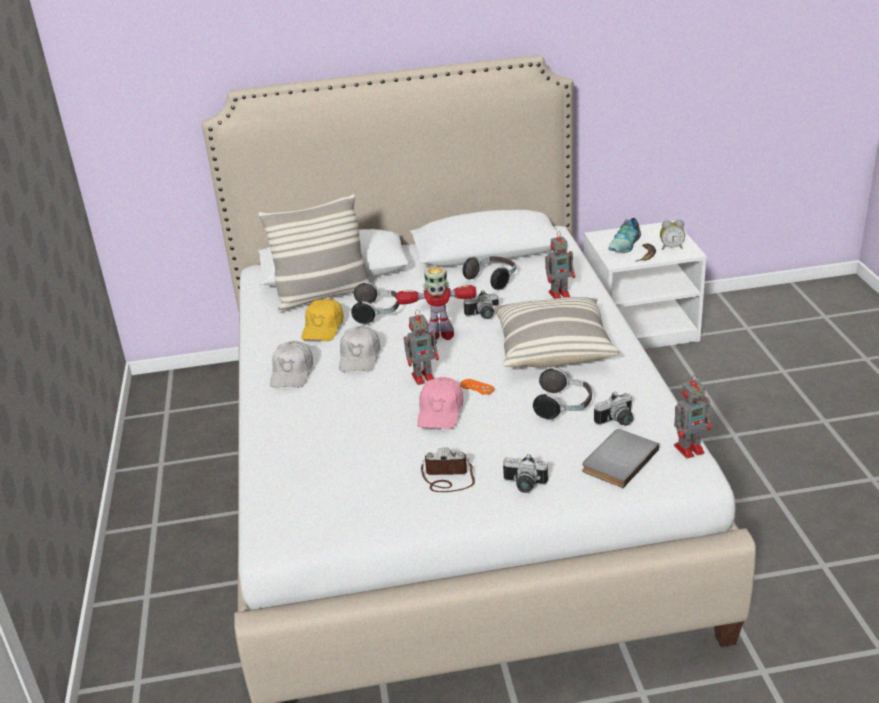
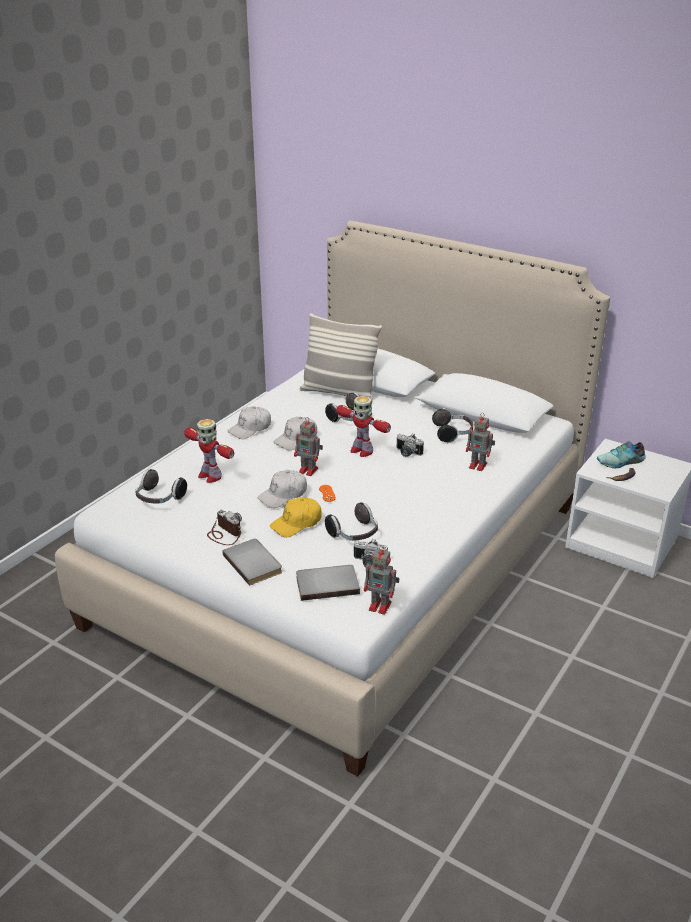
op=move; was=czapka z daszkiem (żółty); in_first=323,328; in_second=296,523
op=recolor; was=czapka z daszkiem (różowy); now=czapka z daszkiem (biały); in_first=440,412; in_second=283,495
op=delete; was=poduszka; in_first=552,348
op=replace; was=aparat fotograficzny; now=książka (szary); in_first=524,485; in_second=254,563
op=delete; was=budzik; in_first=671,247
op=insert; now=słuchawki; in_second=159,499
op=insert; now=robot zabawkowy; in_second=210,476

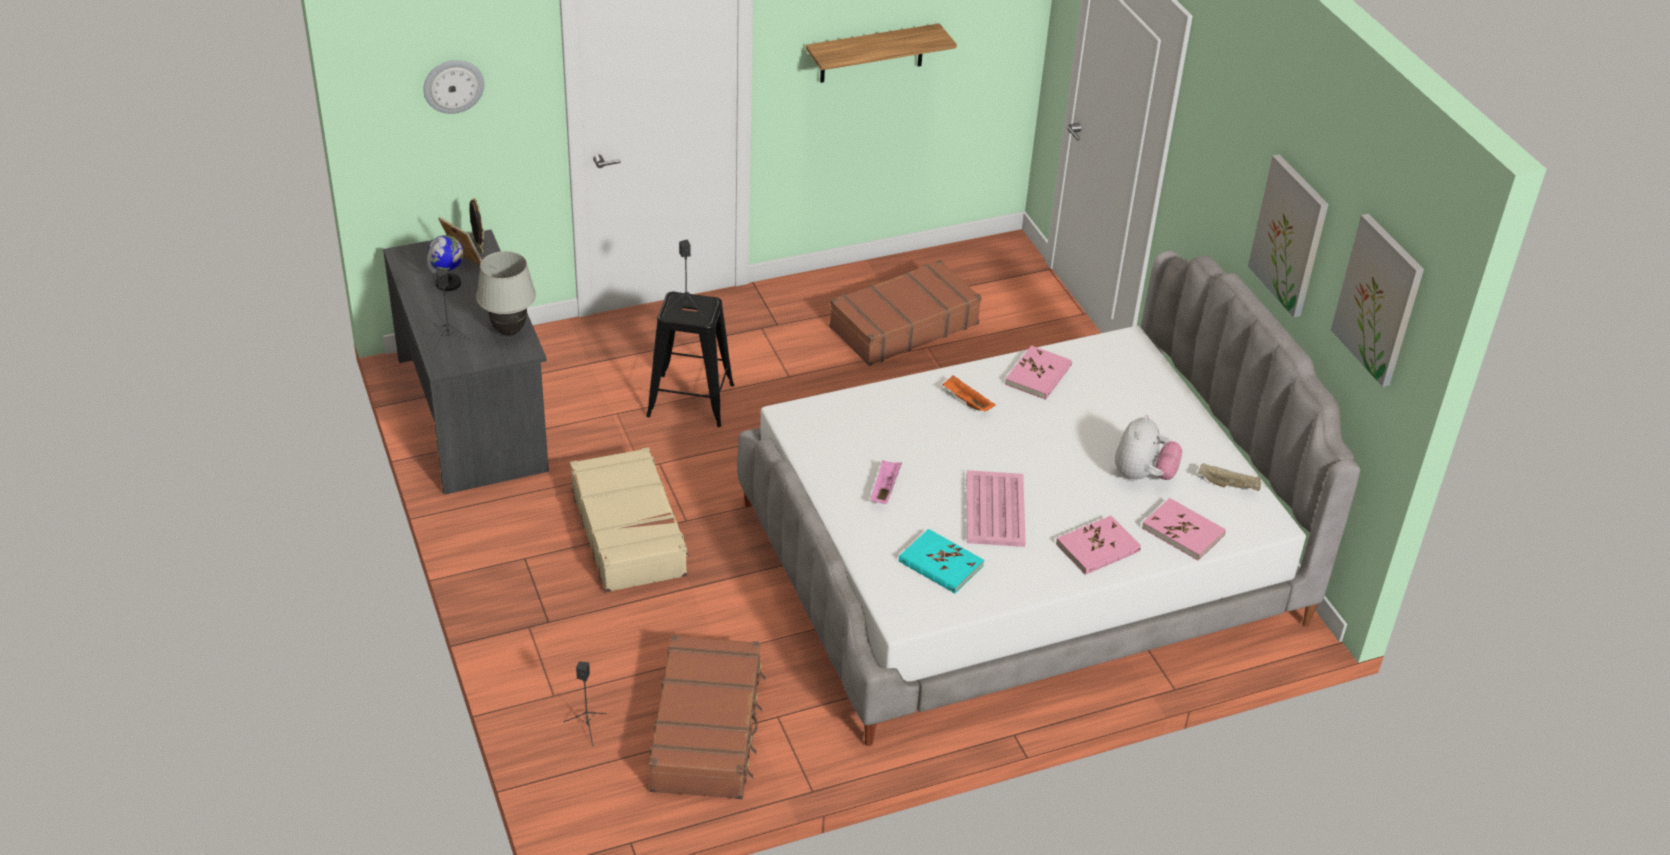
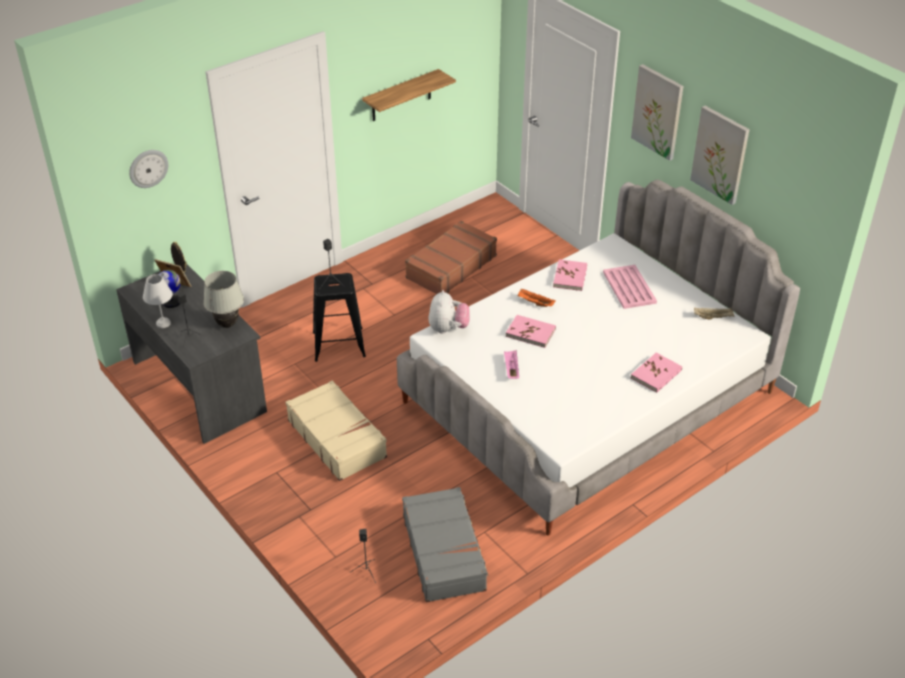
op=recolor; was=walizka (brązowy); now=walizka (szary); in_first=708,729; in_second=444,552
op=delete; was=książka (turkusowy); in_first=940,564
op=move; was=taca (różowy); in_first=994,510; in_second=629,288
op=move; was=pluszak; in_first=1143,475; in_second=448,328
op=move; was=książka (różowy); in_first=1183,531; in_second=530,333
op=move; was=obraz; in_first=1379,299; in_second=658,112
op=insert; now=lampa stołowa (biały); in_second=163,323

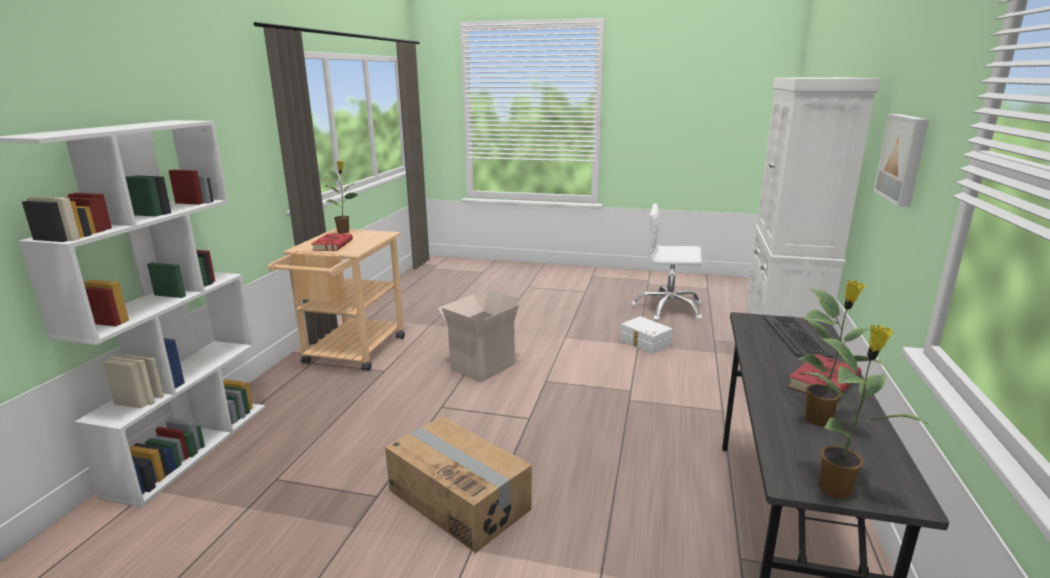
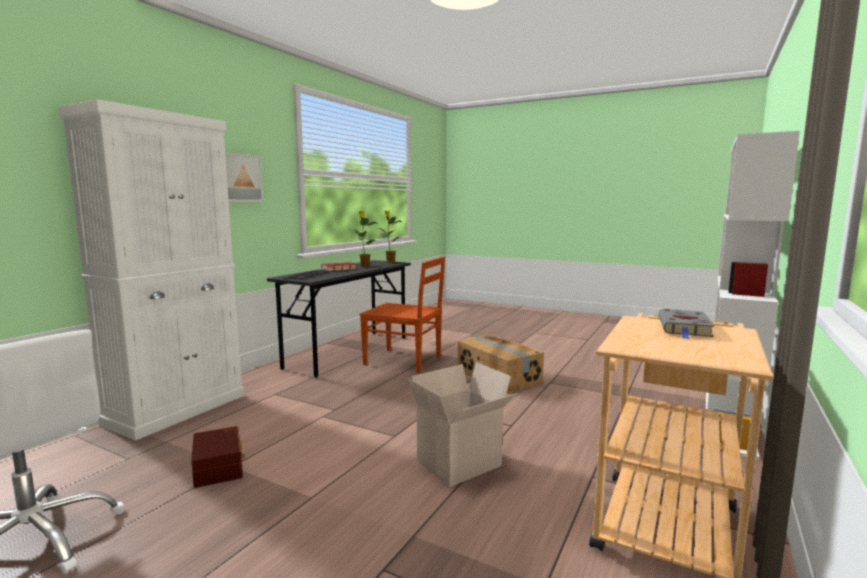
op=recolor; was=książka (czerwony); now=książka (szary); in_first=333,245; in_second=684,328
op=delete; was=roślina doniczkowa; in_first=344,232
op=recolor; was=pojemnik do przechowywania (biały); now=pojemnik do przechowywania (brązowy); in_first=644,343; in_second=220,467
op=insert; now=krzesło (brązowy); in_second=404,361

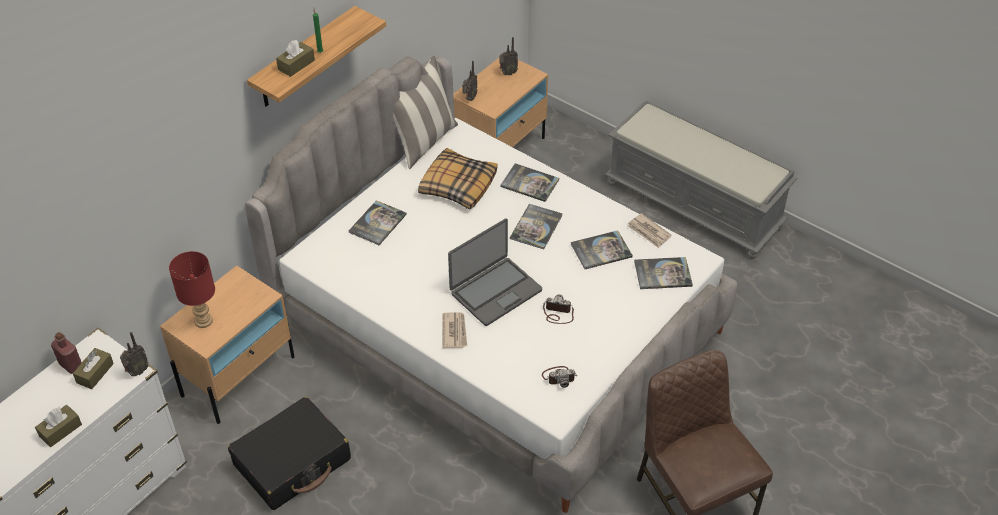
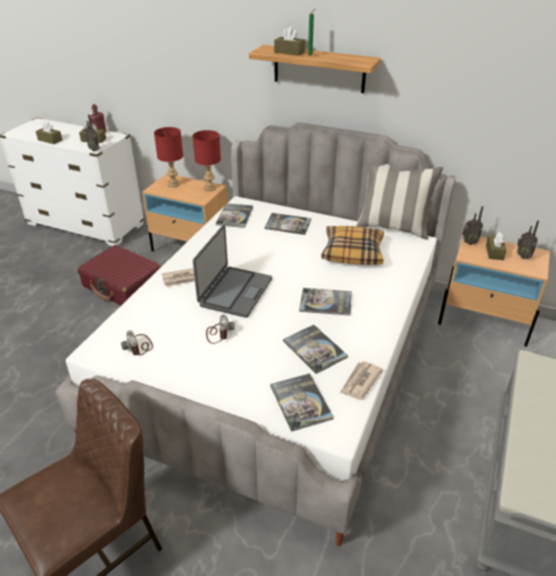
op=recolor; was=walizka (czarny); now=walizka (czerwony); in_first=292,462; in_second=123,285
op=rotate; was=laptop; in_first=495,291; in_second=235,292; clockwise=-105
op=move; was=książka; in_first=529,183; in_second=235,216
op=insert; now=lampa stołowa (czerwony); in_second=210,188
op=insert; now=pudełko chusteczek (brązowy); in_second=494,252

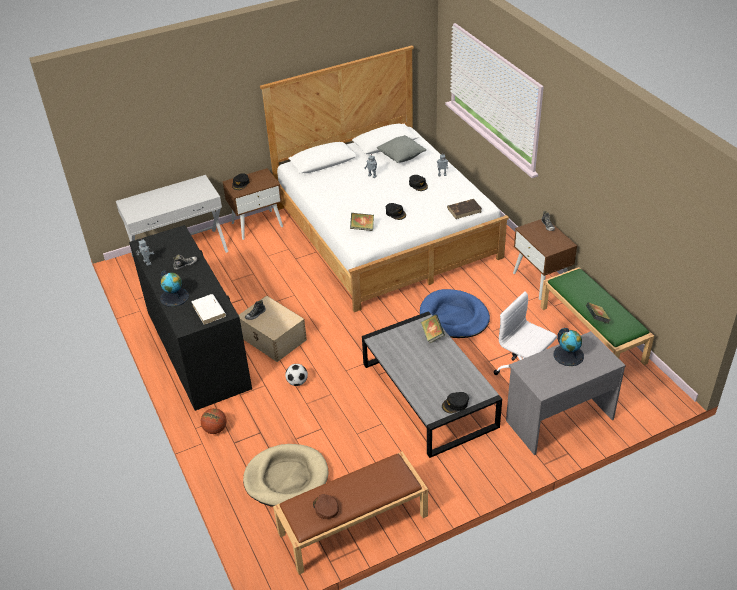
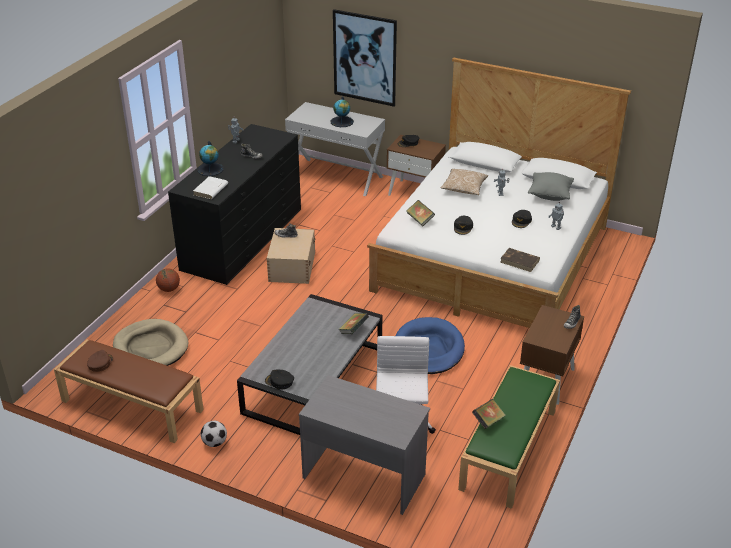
op=move; was=piłka futbolowa; in_first=297,382; in_second=214,443
op=move; was=globus; in_first=568,355; in_second=342,122
op=insert; now=obraz; in_second=364,58
op=insert; now=poduszka; in_second=464,188

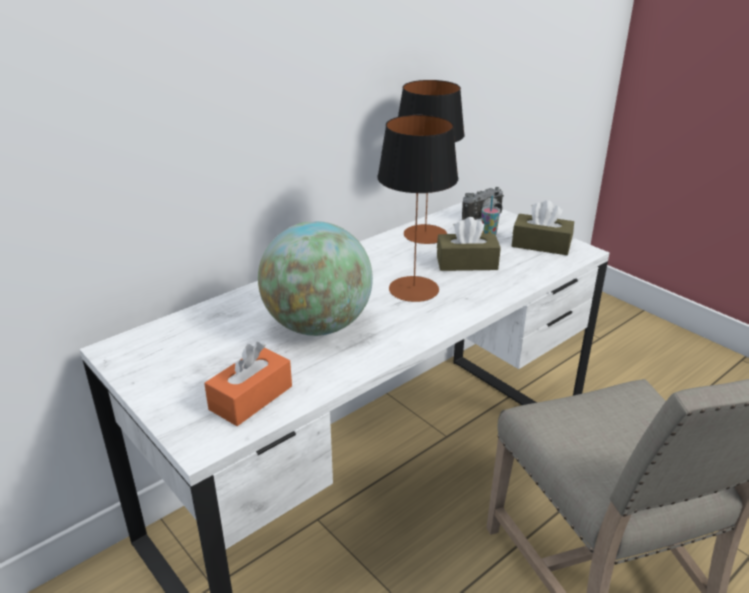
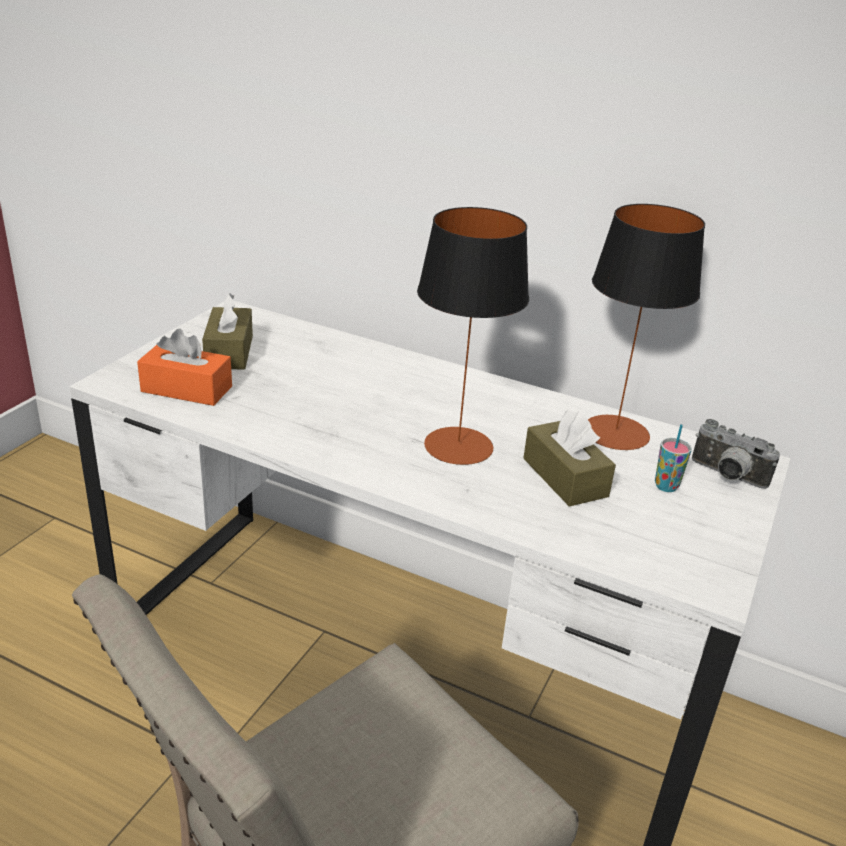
op=delete; was=globus; in_first=317,326
op=move; was=pudełko chusteczek (brązowy); in_first=541,245; in_second=229,352

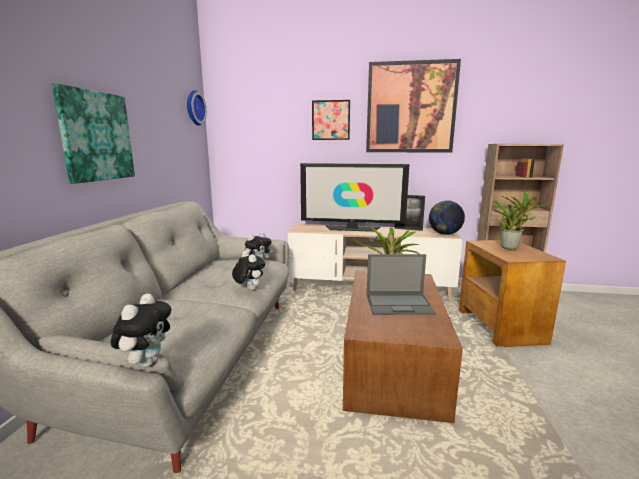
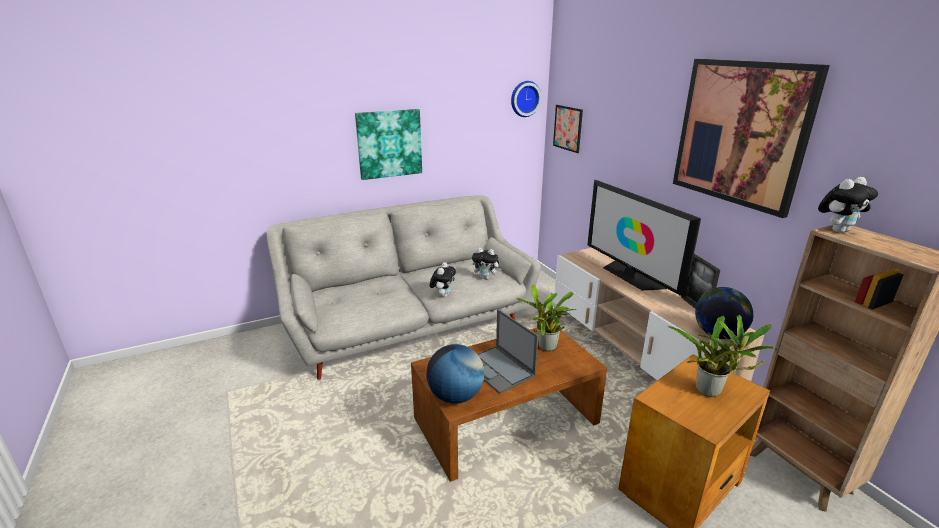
op=move; was=pluszak; in_first=147,362; in_second=837,230
op=move; was=obraz; in_first=331,120; in_second=568,128
op=insert; now=globus; in_second=455,396

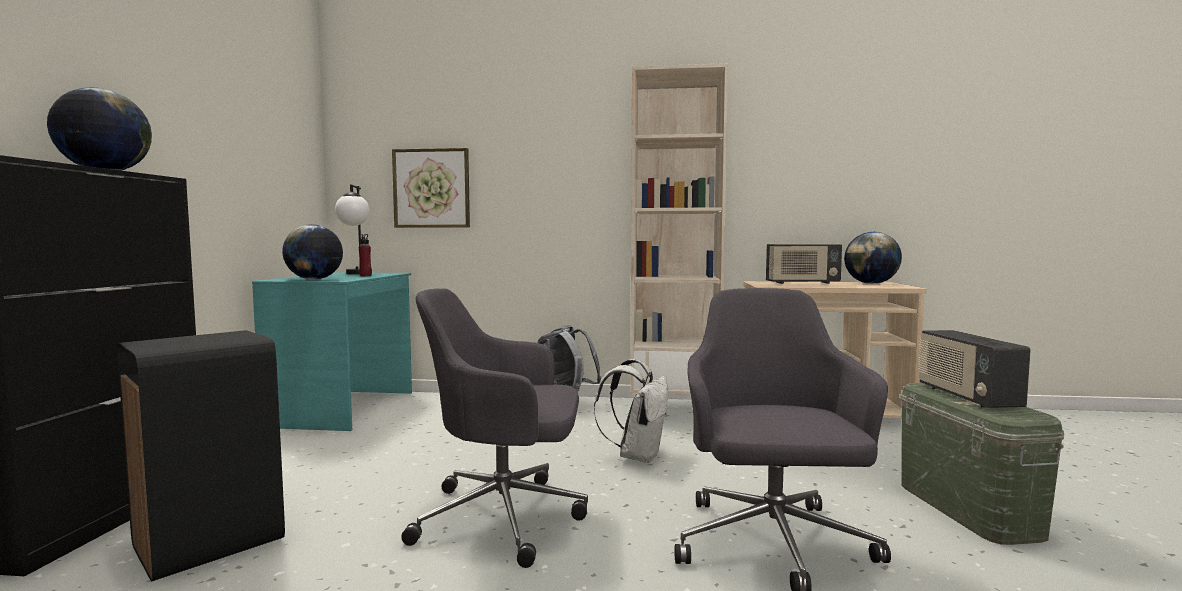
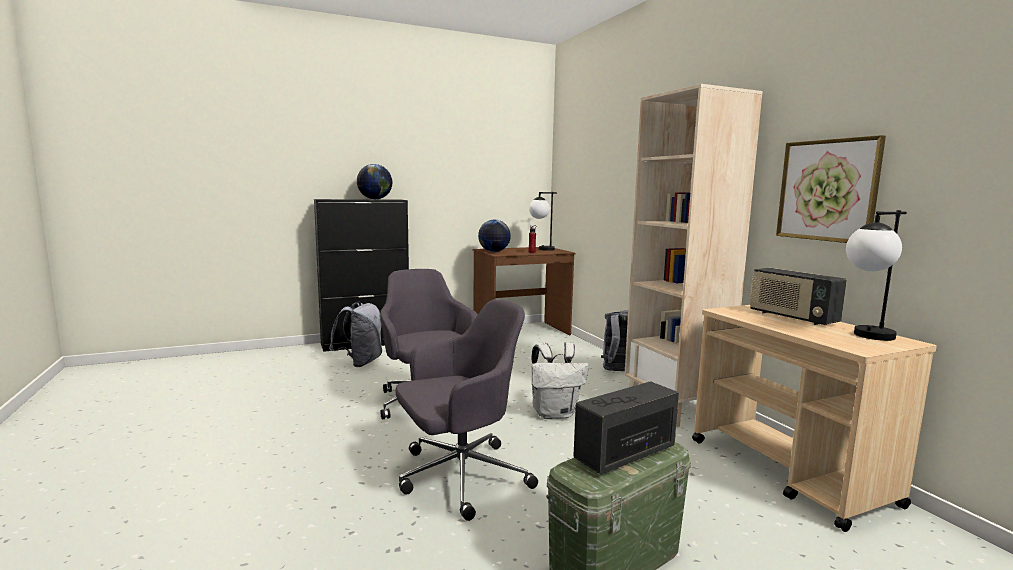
op=replace; was=kosz na śmieci (czarny); now=plecak (szary); in_first=207,542; in_second=360,362
op=recolor; was=biurko (turkusowy); now=biurko (brązowy); in_first=345,408; in_second=521,332
op=move; was=obraz; in_first=431,188; in_second=827,190
op=replace; was=globus; now=lampa stołowa; in_first=871,283; in_second=866,337

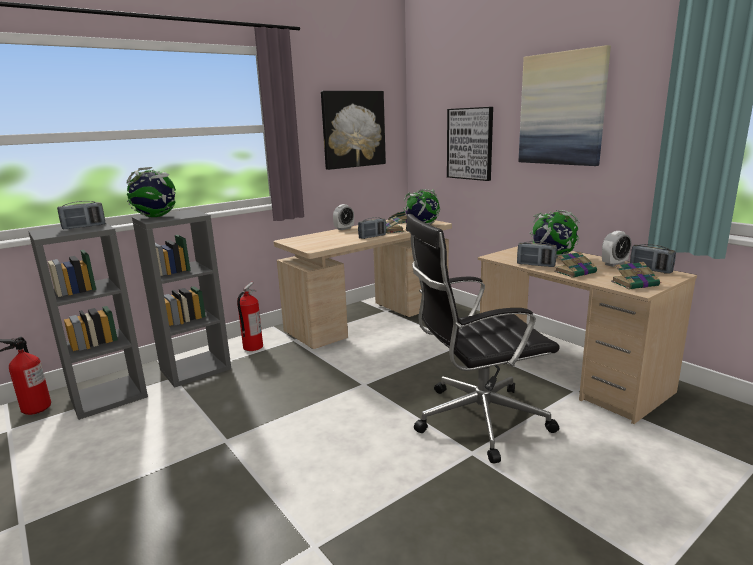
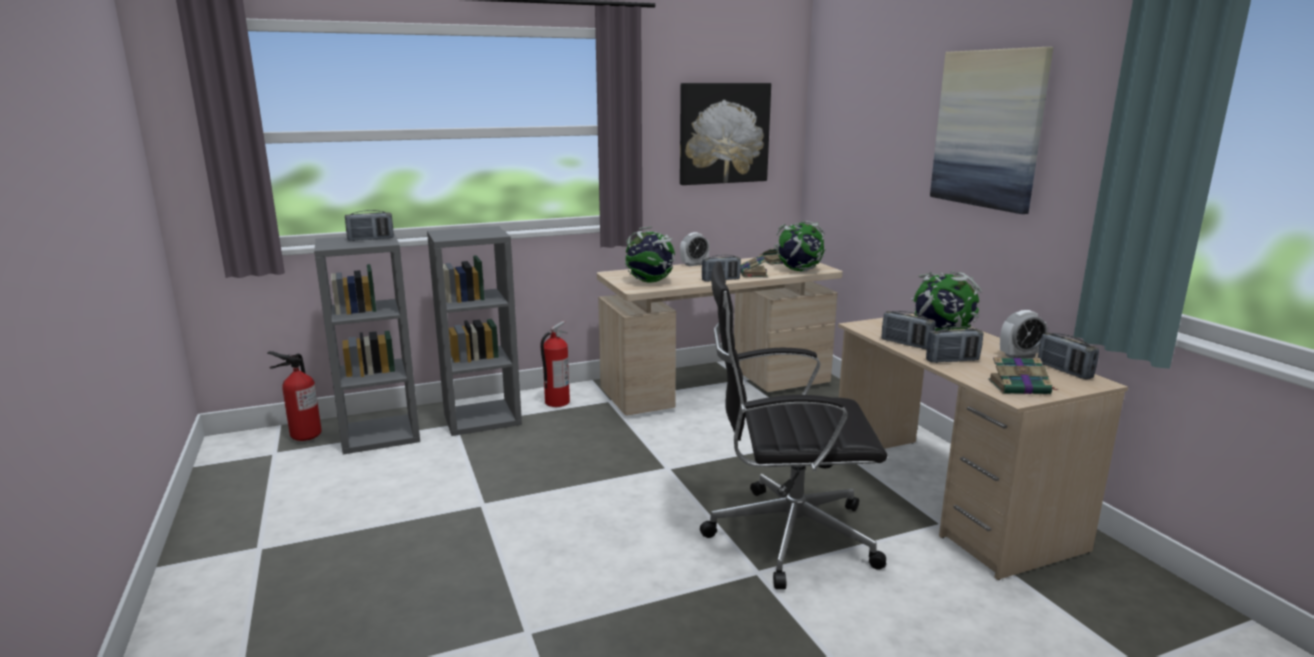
op=move; was=globus; in_first=156,217; in_second=650,282
op=delete; was=obraz; in_first=470,144
op=replace; was=książka; now=radio; in_first=576,272; in_second=952,360

